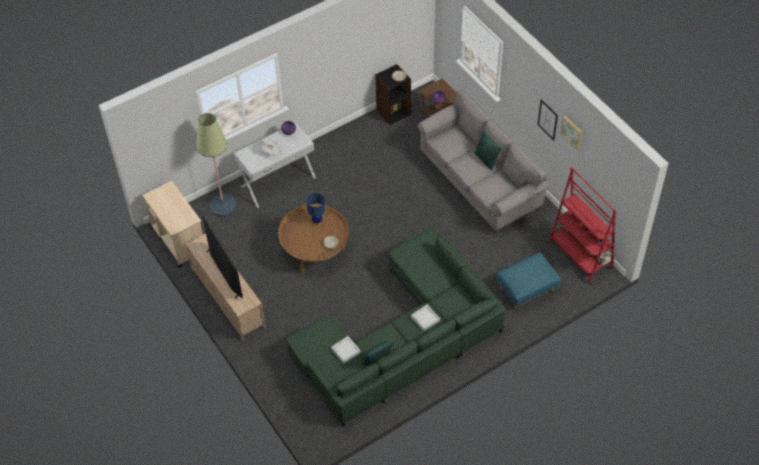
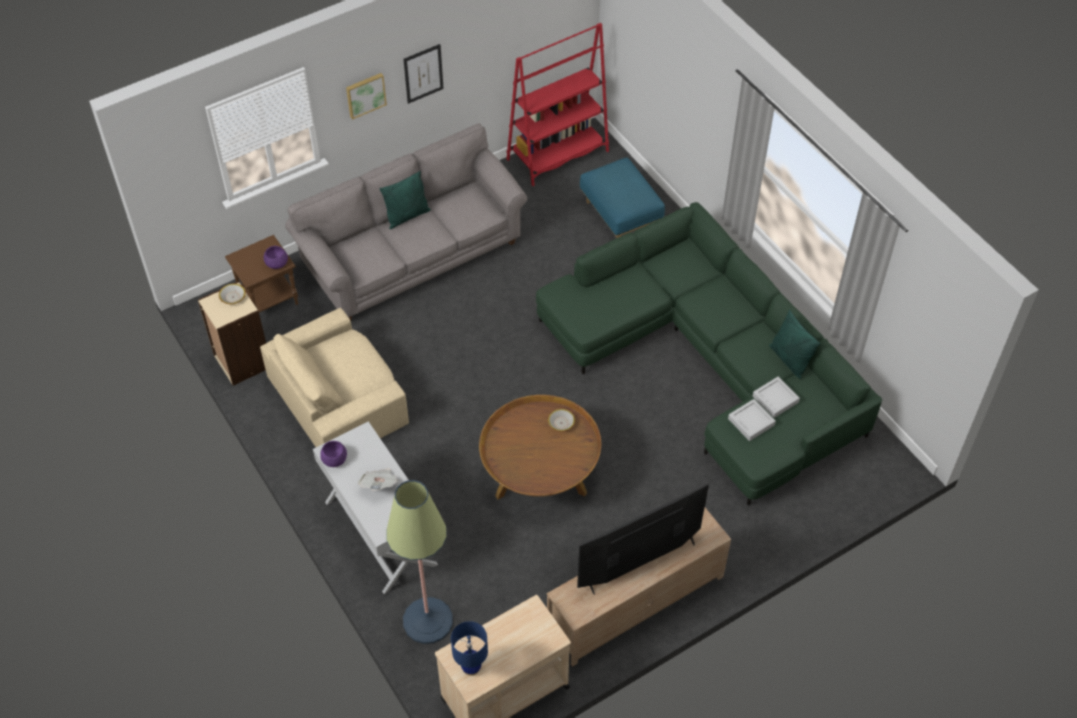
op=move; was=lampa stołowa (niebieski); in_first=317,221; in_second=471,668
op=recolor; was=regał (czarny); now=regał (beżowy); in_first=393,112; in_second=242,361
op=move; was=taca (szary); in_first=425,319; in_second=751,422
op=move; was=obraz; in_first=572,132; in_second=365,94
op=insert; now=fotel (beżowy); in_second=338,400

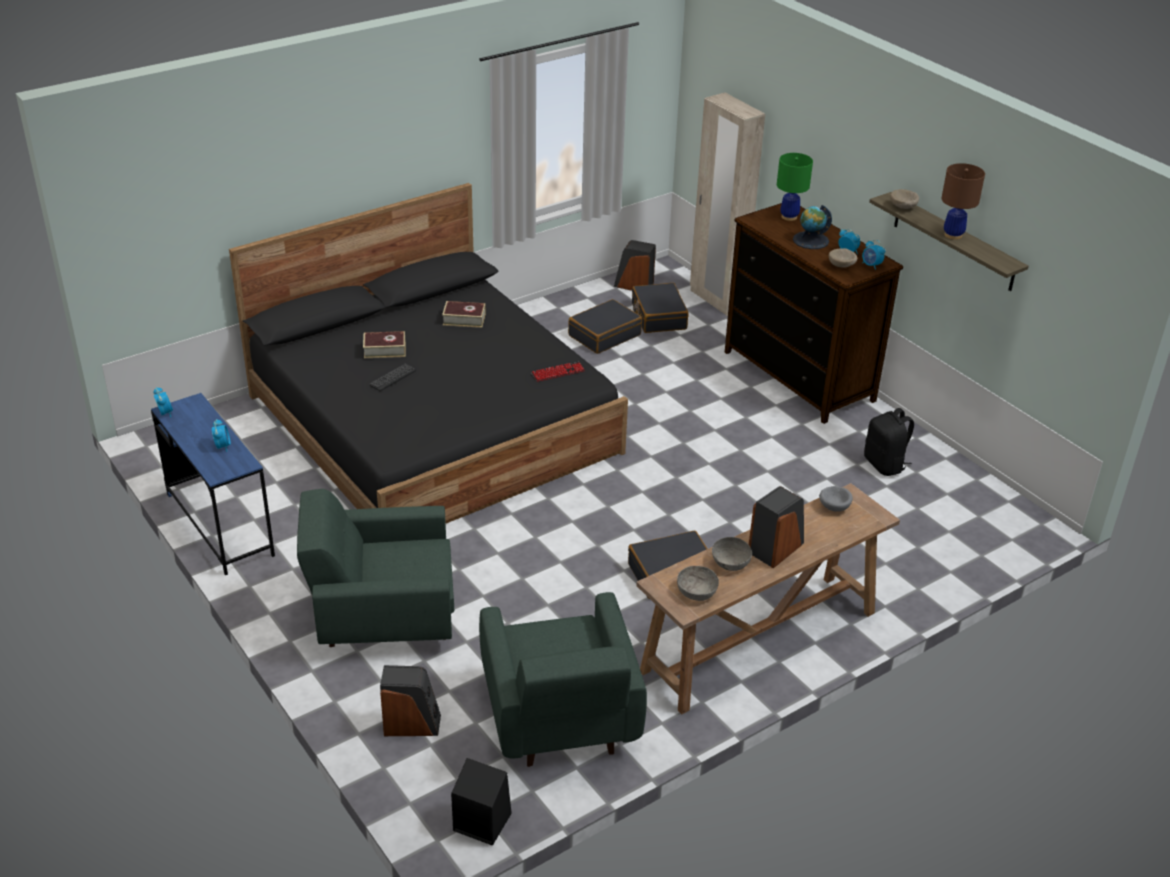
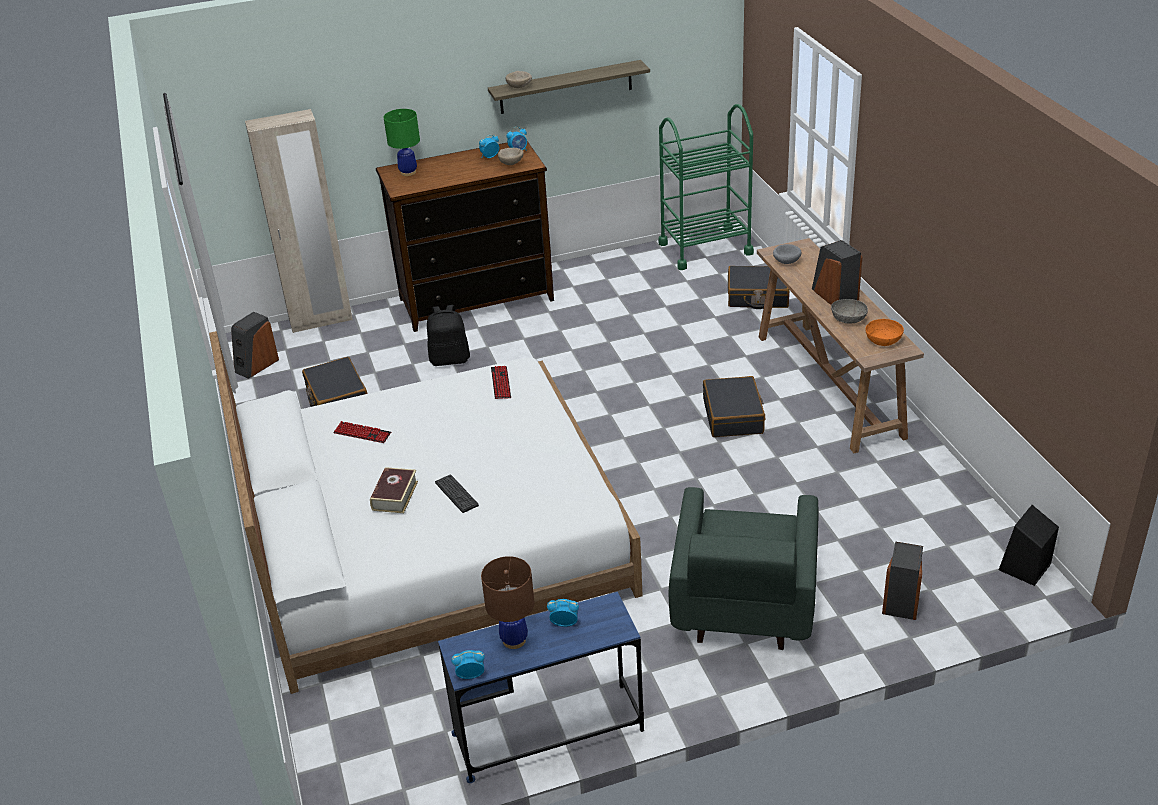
op=recolor; was=łóżko (czarny); now=łóżko (biały); in_first=433,424; in_second=432,538
op=replace; was=książka; now=klawiatura; in_first=464,319; in_second=362,433
op=delete; was=fotel (zielony); in_first=559,718
op=move; was=walizka (czarny); in_first=658,316; in_second=757,296
op=recolor; was=miska (szary); now=miska (pomarańczowy); in_first=696,592; in_second=883,340
op=delete; was=globus; in_first=810,240
op=move; was=plecak (czarny); in_first=885,465; in_second=450,359
op=move; was=lampa stołowa (brązowy); in_first=953,235; in_second=514,640
op=insert; now=wózek (zielony); in_second=705,248

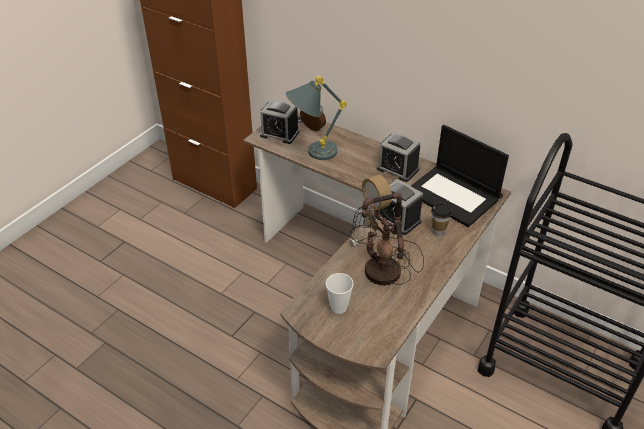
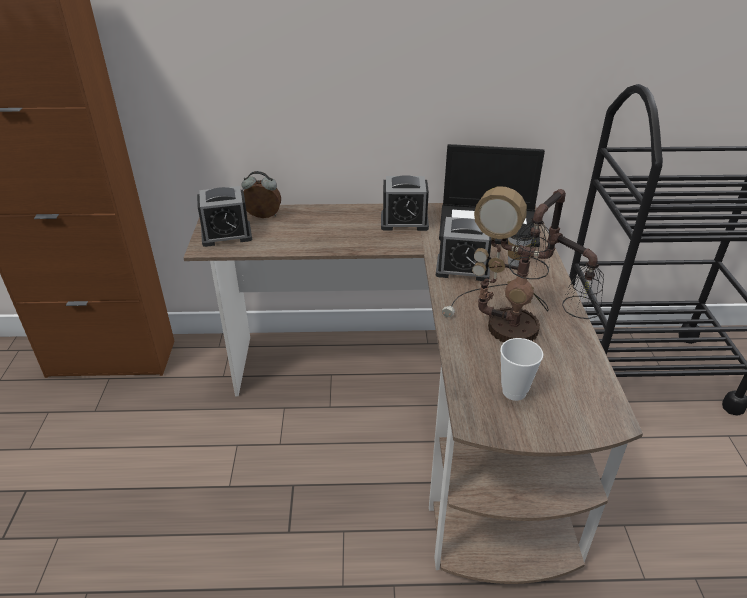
op=delete; was=lampa stołowa (szary); in_first=312,153

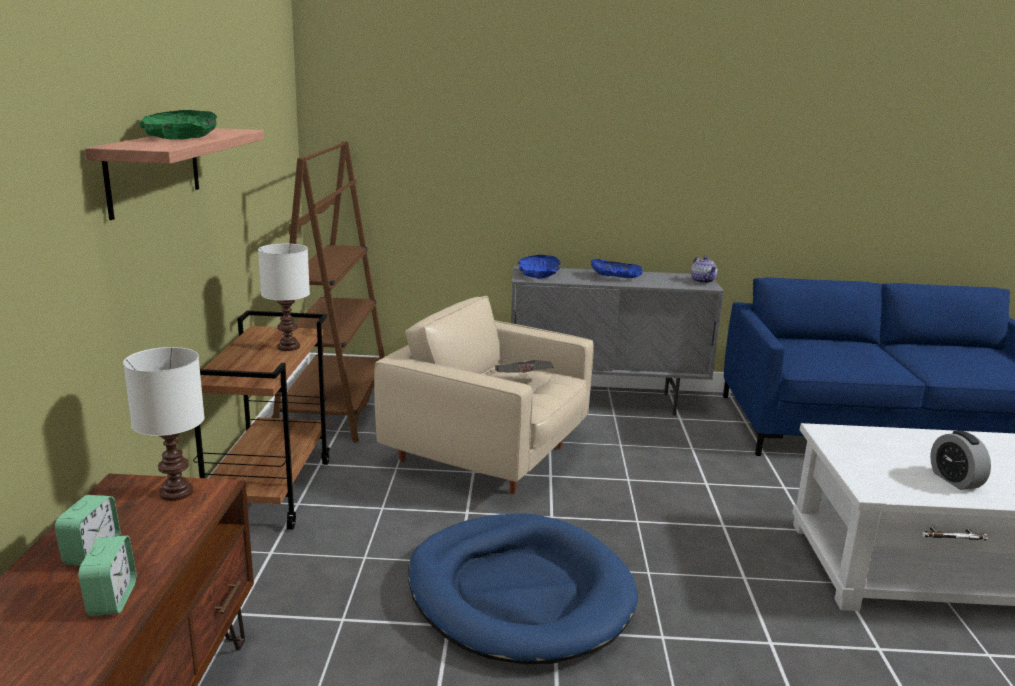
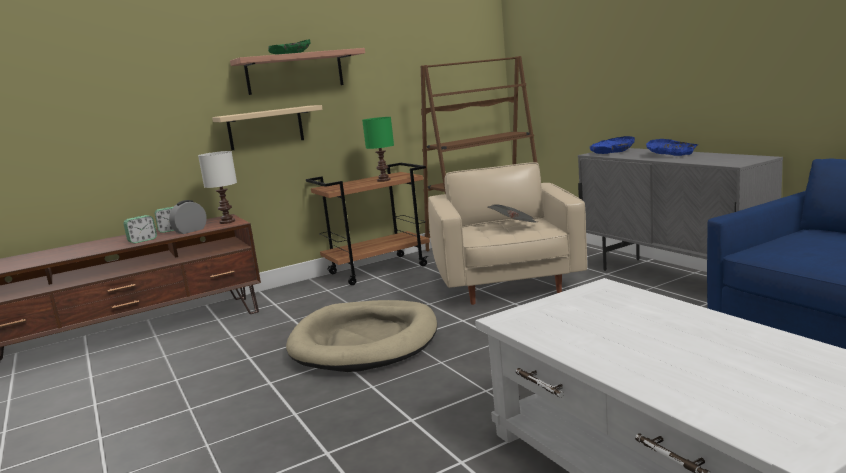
op=recolor; was=lampa stołowa (biały); now=lampa stołowa (zielony); in_first=289,347; in_second=383,180
op=recolor; was=legowisko (niebieski); now=legowisko (beżowy); in_first=519,593; in_second=365,341
op=delete; was=imbryk; in_first=703,281
op=move; was=budzik; in_first=955,480; in_second=190,231
op=insert; now=półka (beżowy); in_second=265,128

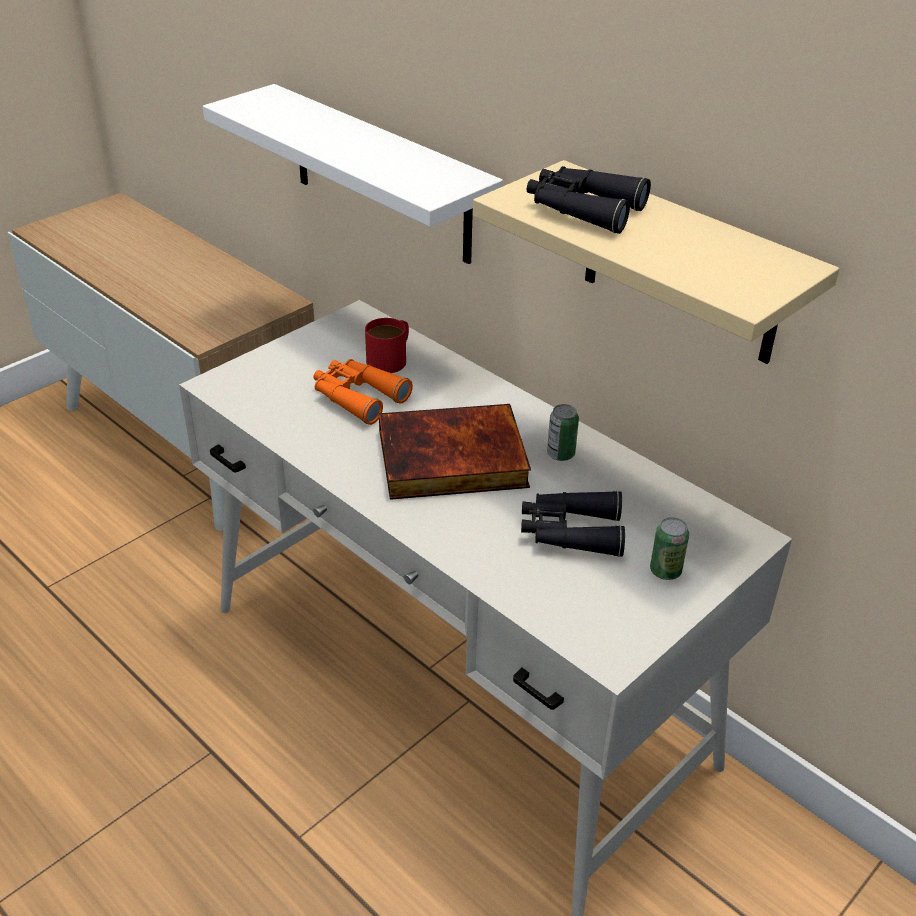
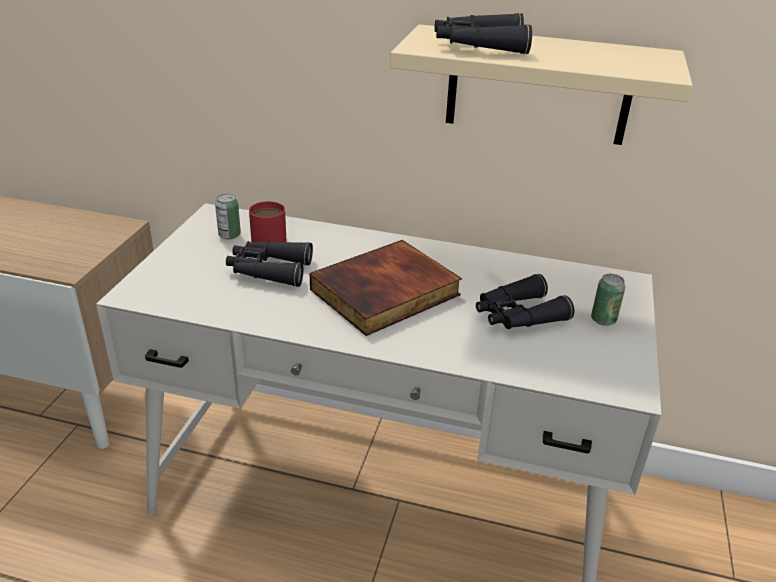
op=delete; was=półka (biały); in_first=380,174
op=recolor; was=lornetka (pomarańczowy); now=lornetka (czarny); in_first=357,397; in_second=268,270
op=move; was=puszka; in_first=560,454; in_second=229,235

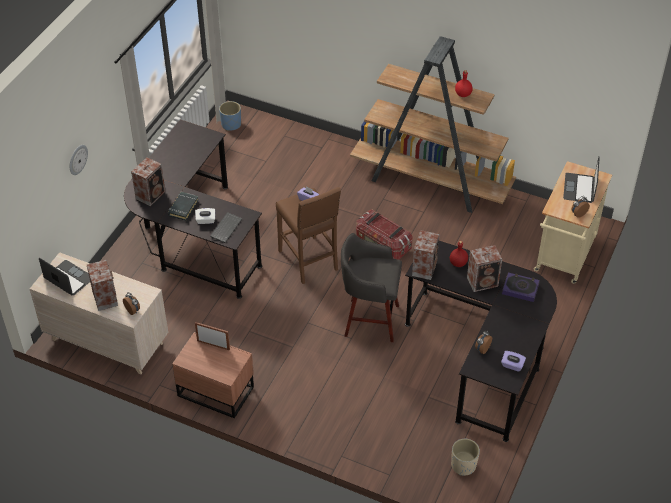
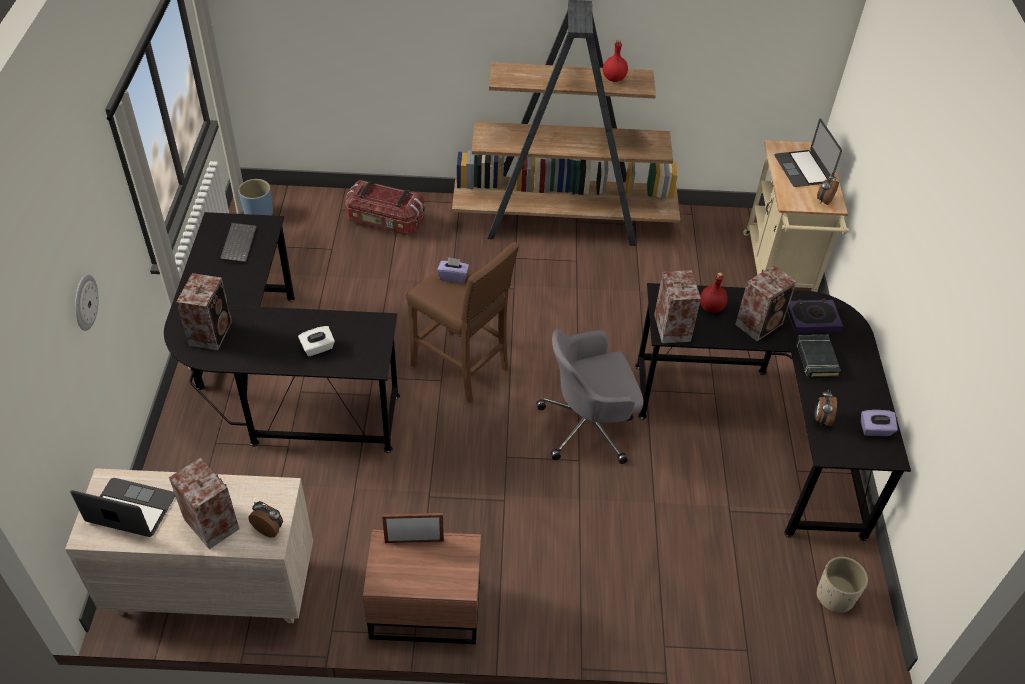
op=move; was=książka (czarny); in_first=183,208; in_second=816,359
op=move; was=klawiatura; in_first=225,227; in_second=238,243
op=replace; was=stołek (szary); now=krzesło biurowe (szary); in_first=369,320; in_second=589,426
op=move; was=pojemnik do przechowywania; in_first=382,244; in_second=385,221

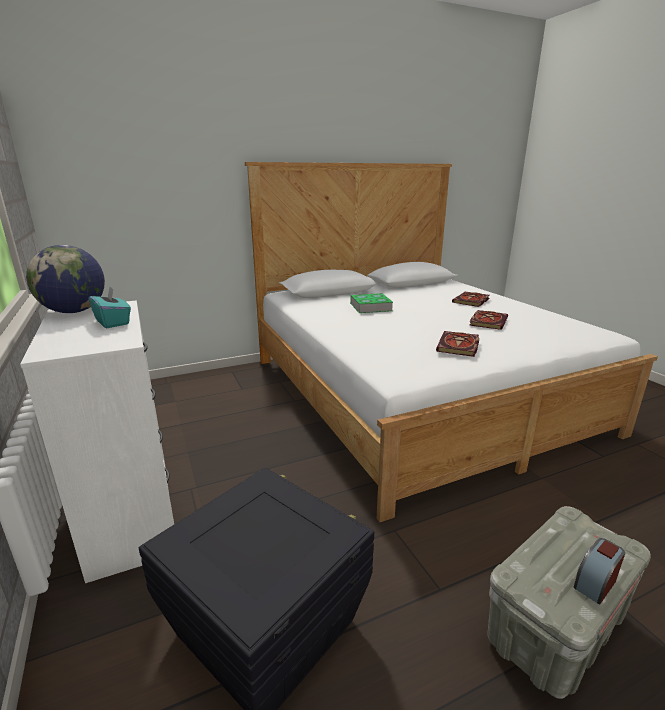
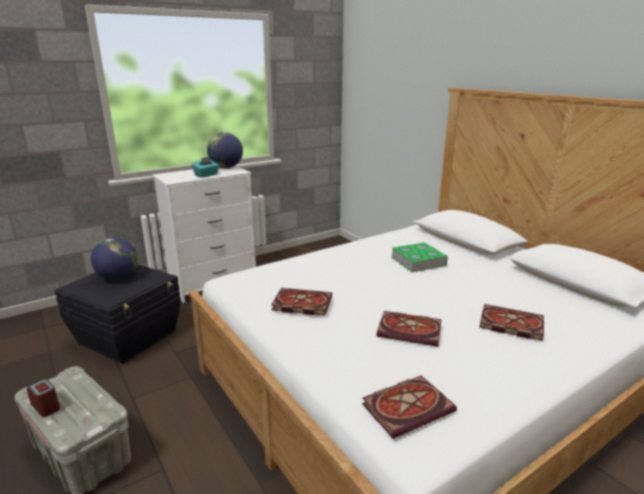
op=insert; now=globus; in_second=118,278
op=insert; now=książka; in_second=408,407

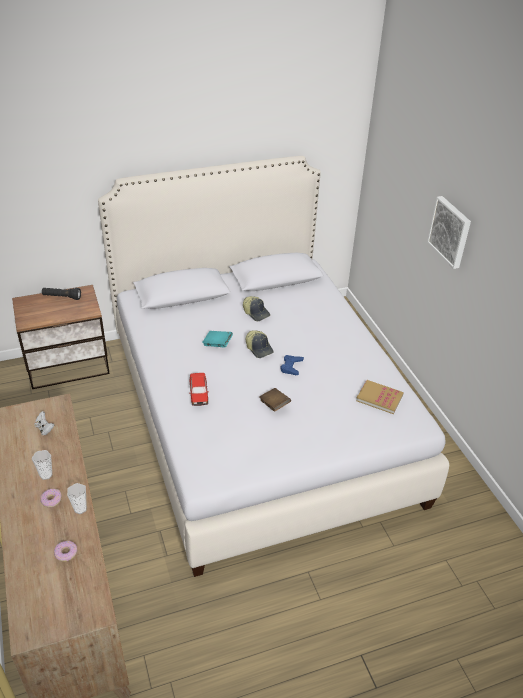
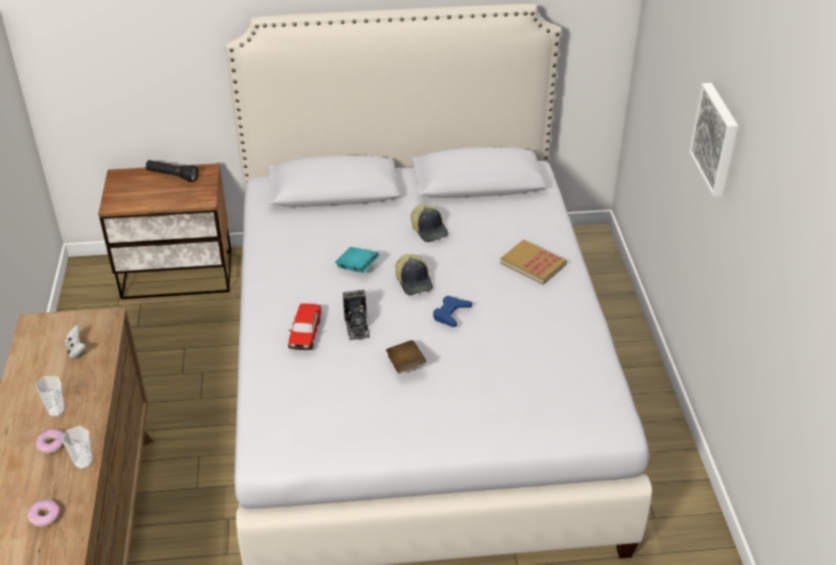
op=move; was=książka; in_first=379,398; in_second=533,264
op=insert; now=aparat fotograficzny; in_second=357,326

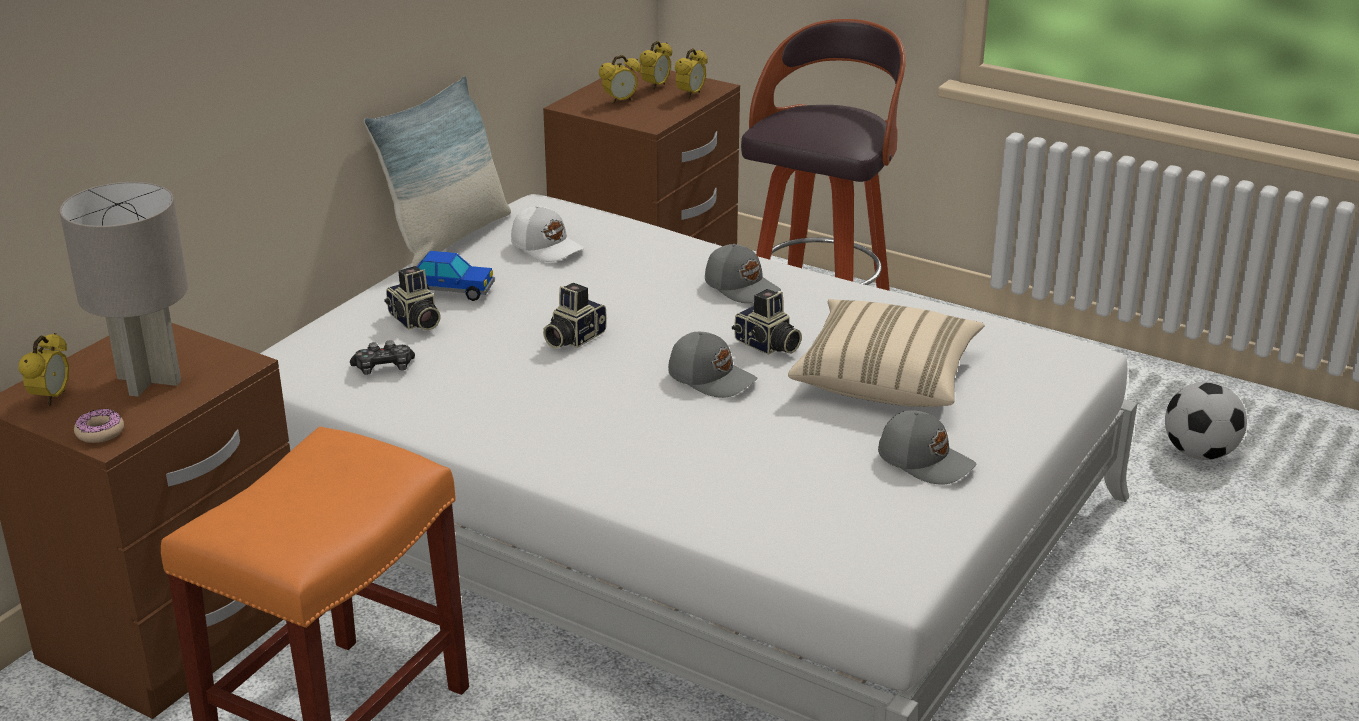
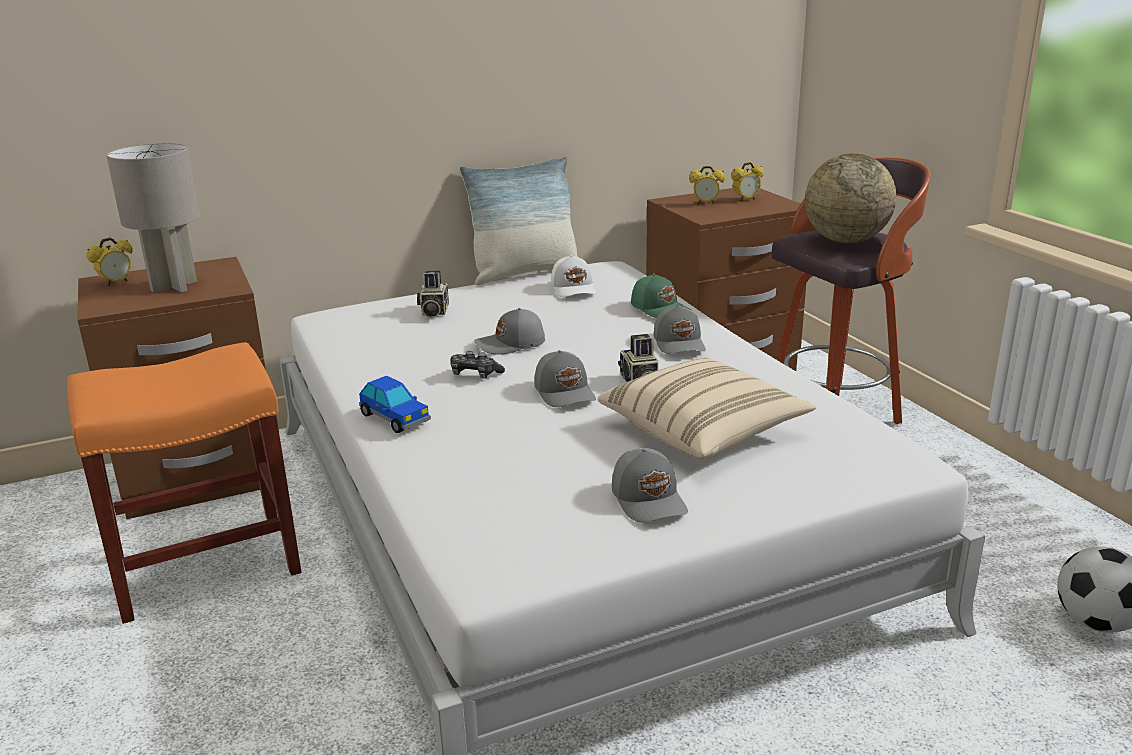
op=delete; was=donut; in_first=100,432
op=move; was=pad do gier; in_first=384,368; in_second=475,374
op=move; was=samochodzik; in_first=453,290; in_second=395,418
op=replace; was=aparat fotograficzny; now=czapka z daszkiem (szary); in_first=573,338; in_second=511,344
op=delete; was=budzik; in_first=691,95
op=insert; now=czapka z daszkiem (zielony); in_second=660,308
op=insert; now=globus; in_second=845,240

